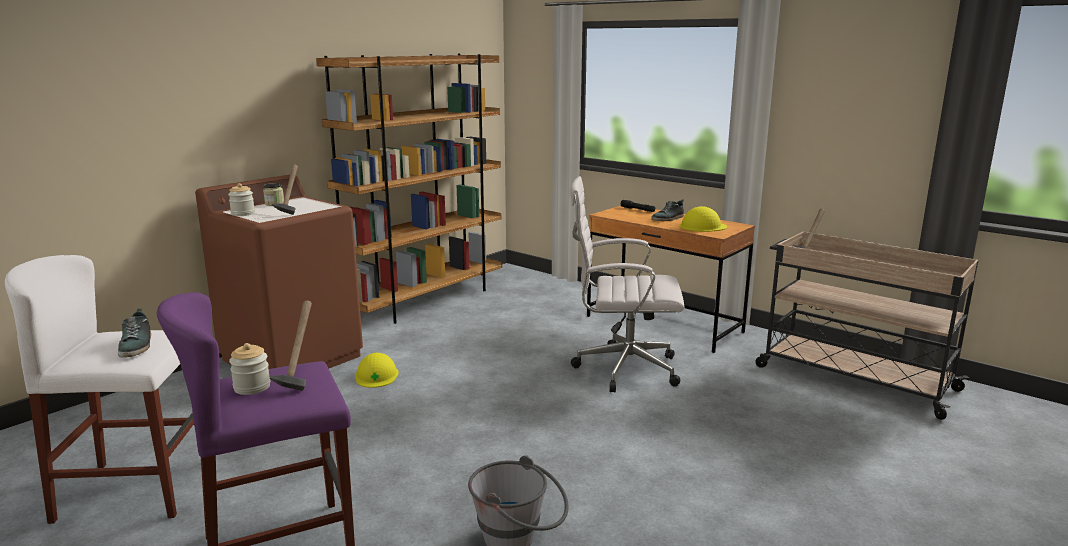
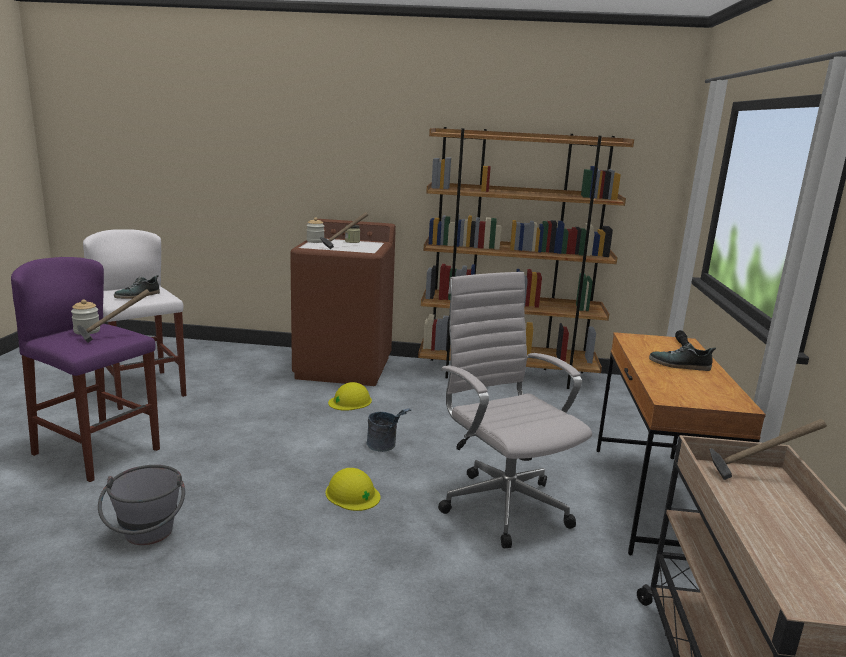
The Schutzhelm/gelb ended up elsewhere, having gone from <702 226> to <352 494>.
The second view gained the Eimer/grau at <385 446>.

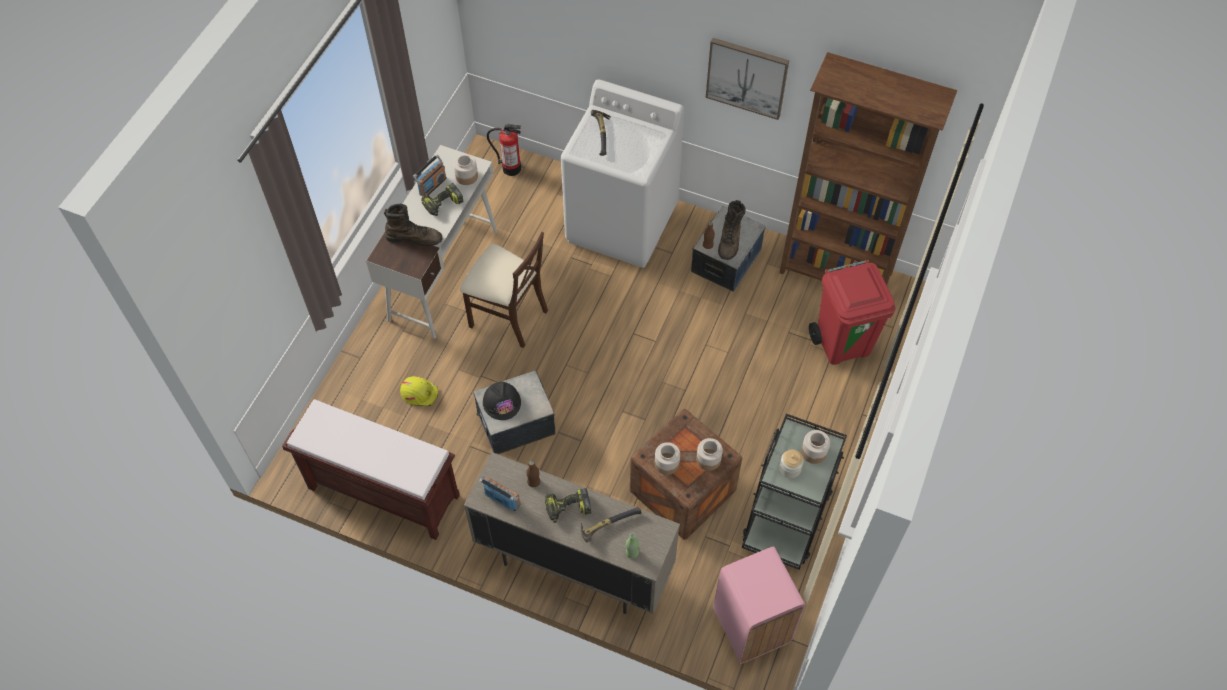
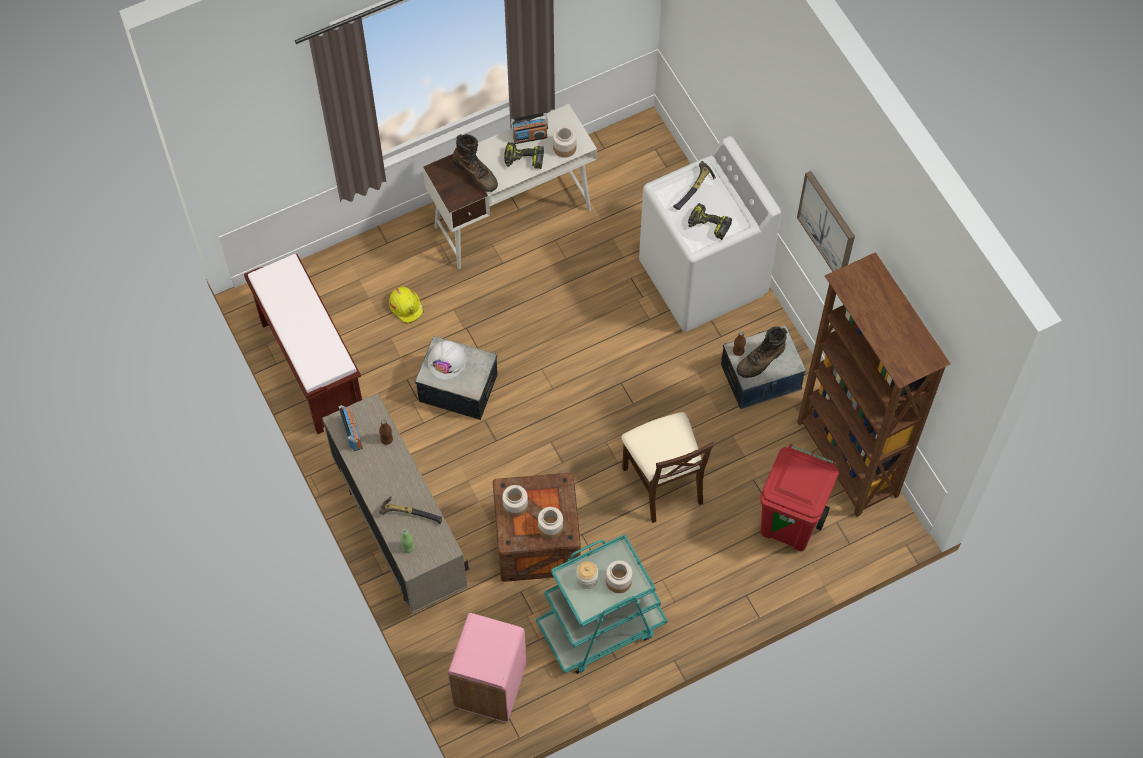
The Stuhl/beige ended up elsewhere, having gone from <508 317> to <663 483>.
What was the Schutzhelm/schwarz at <502 402> turned into the Schutzhelm/weiß at <447 361>.
The second view lost the Feuerlöscher at <511 168>.
The Bohrmaschine ended up elsewhere, having gone from <568 509> to <708 225>.
What was the Rollwagen/schwarz at <786 516> turned into the Rollwagen/türkis at <600 626>.

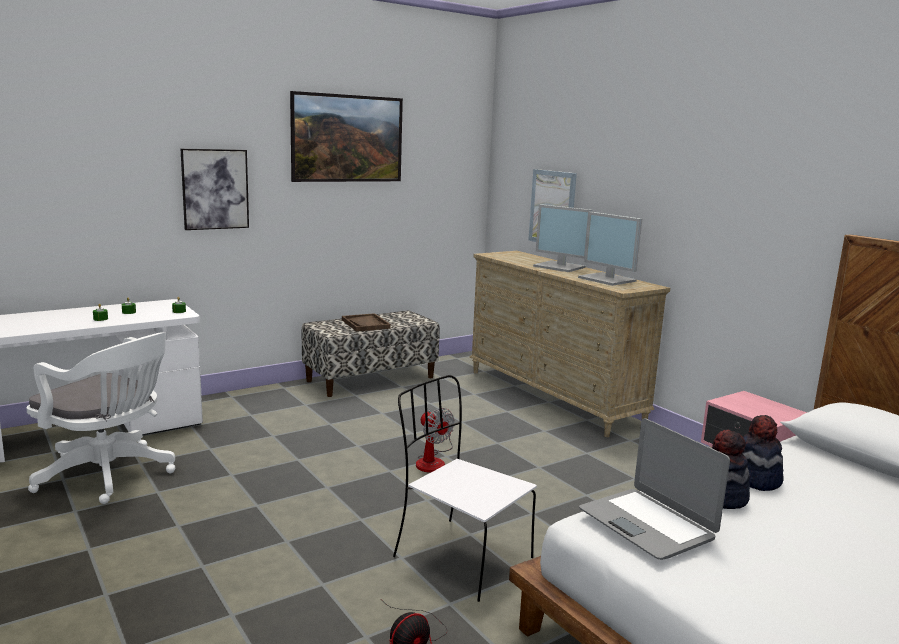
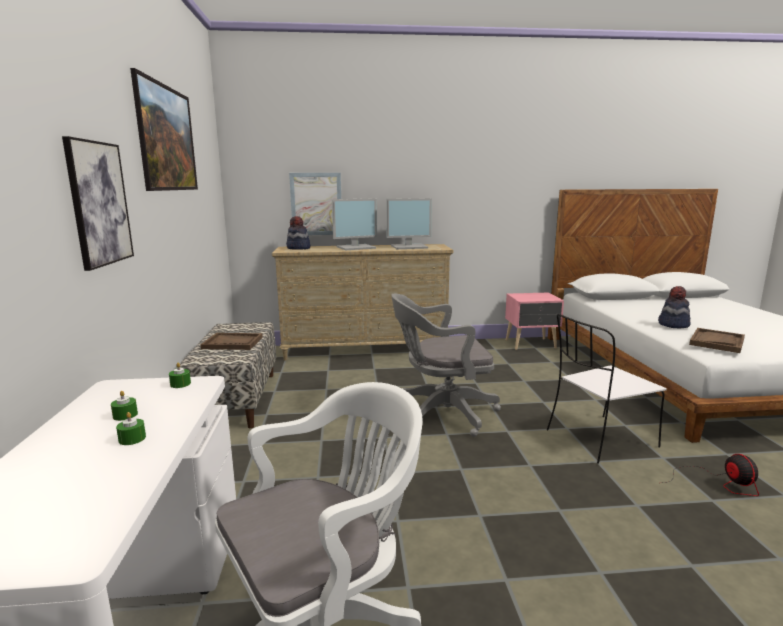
Where the Ventilator stood at <433 461>, the Bürostuhl/grau came to stand at <441 413>.
Where the Laptop stood at <647 524>, the Tablett/braun came to stand at <716 342>.
The Hut ended up elsewhere, having gone from <755 479> to <298 248>.

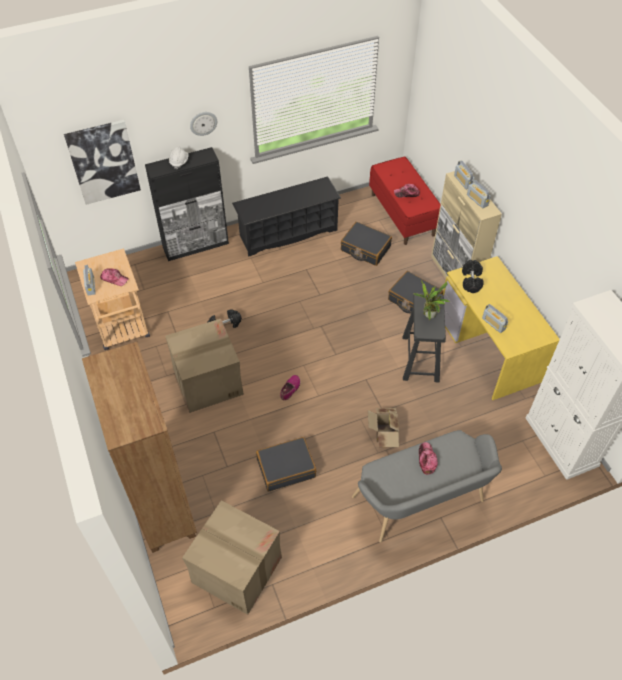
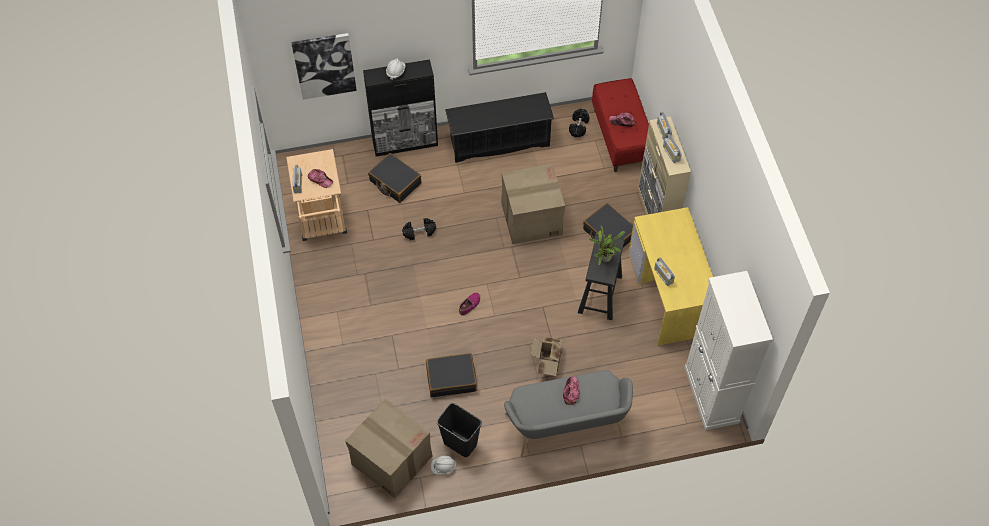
The second view lost the Bücherregal/braun at <162 504>.
The Karton ended up elsewhere, having gone from <207 381> to <531 218>.
The second view lost the Wanduhr at <203 123>.
The Koffer/schwarz ended up elsewhere, having gone from <365 249> to <395 182>.
The Hantel/schwarz ended up elsewhere, having gone from <471 281> to <578 127>.
The second view gained the Schutzhelm/weiß at <443 467>.
The second view gained the Mülleimer/schwarz at <459 443>.

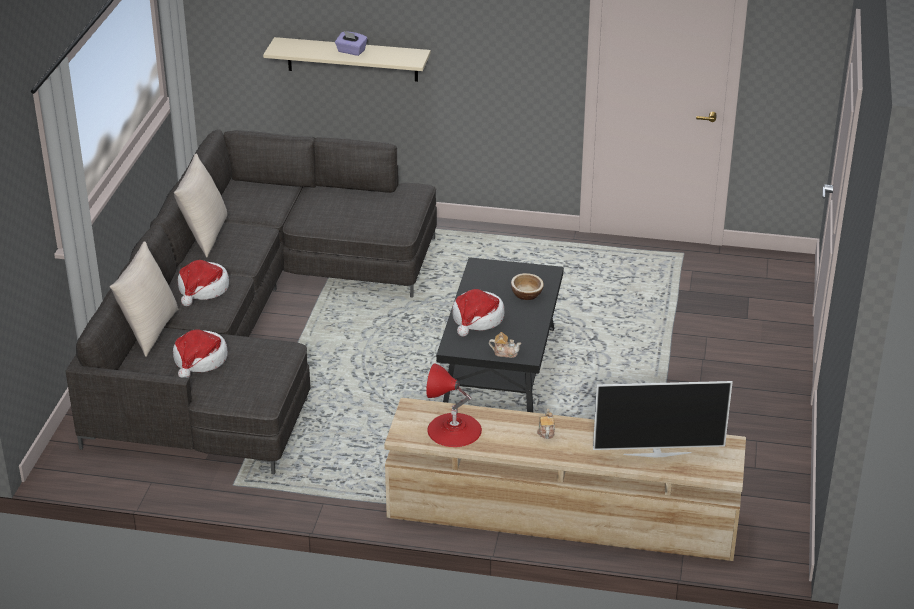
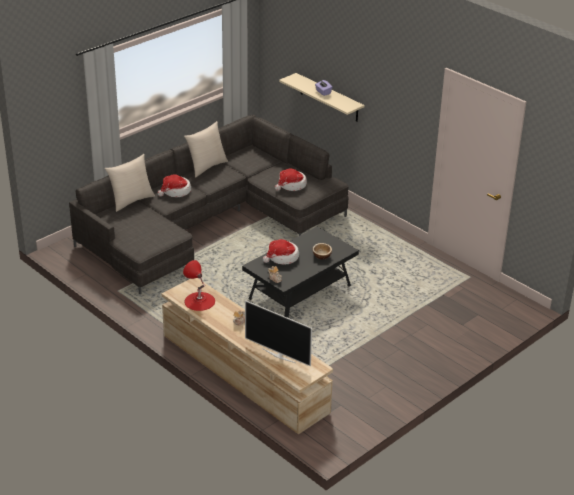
The Hut ended up elsewhere, having gone from <200 360> to <291 185>.

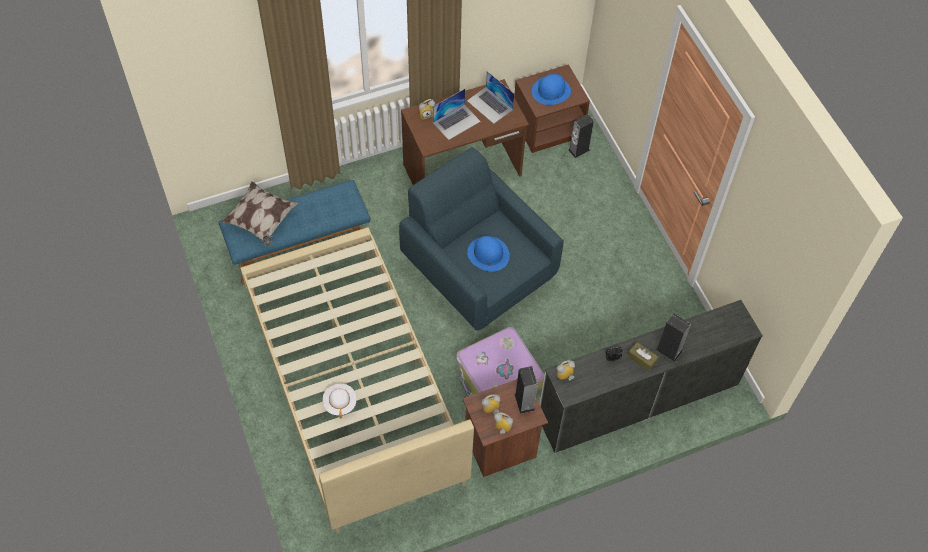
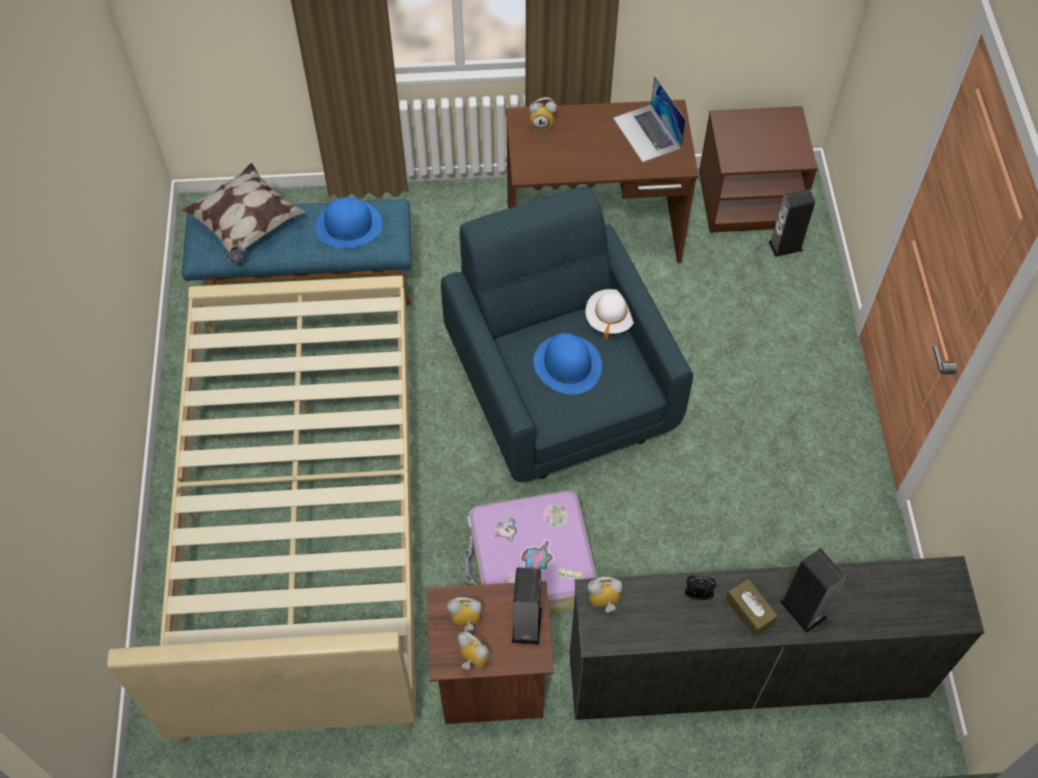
The Hut/weiß ended up elsewhere, having gone from <340 403> to <610 318>.
The second view lost the Laptop at <456 122>.
The Hut/blau ended up elsewhere, having gone from <551 91> to <349 225>.

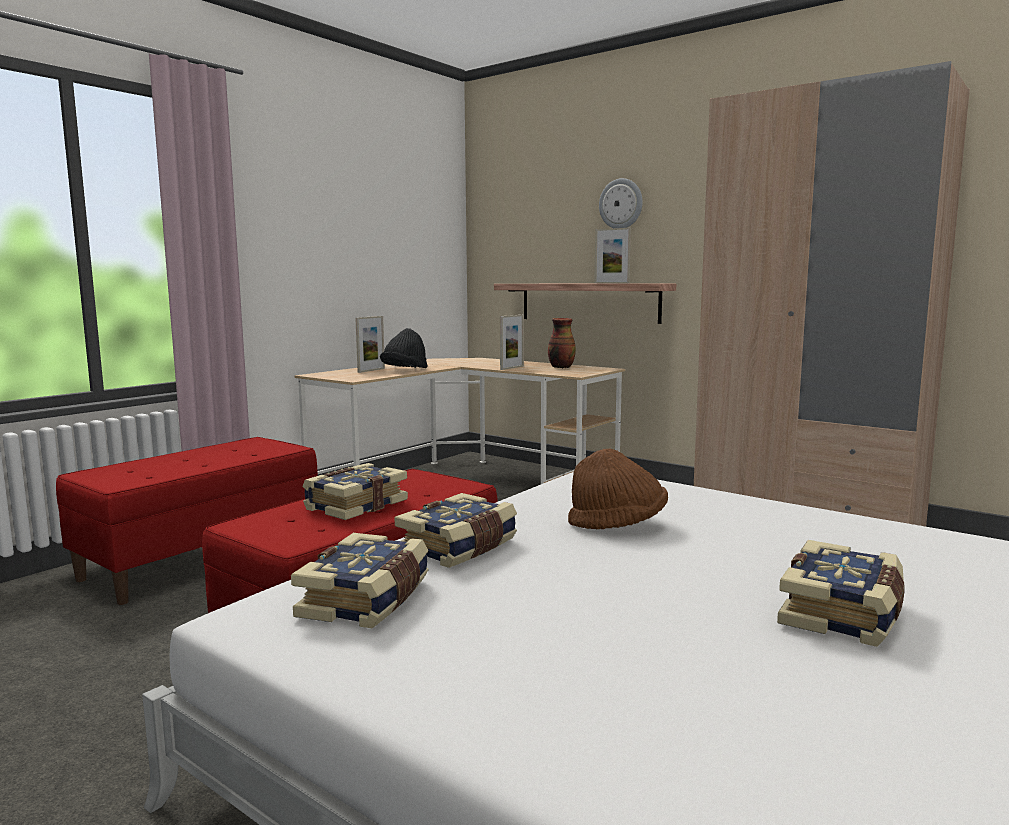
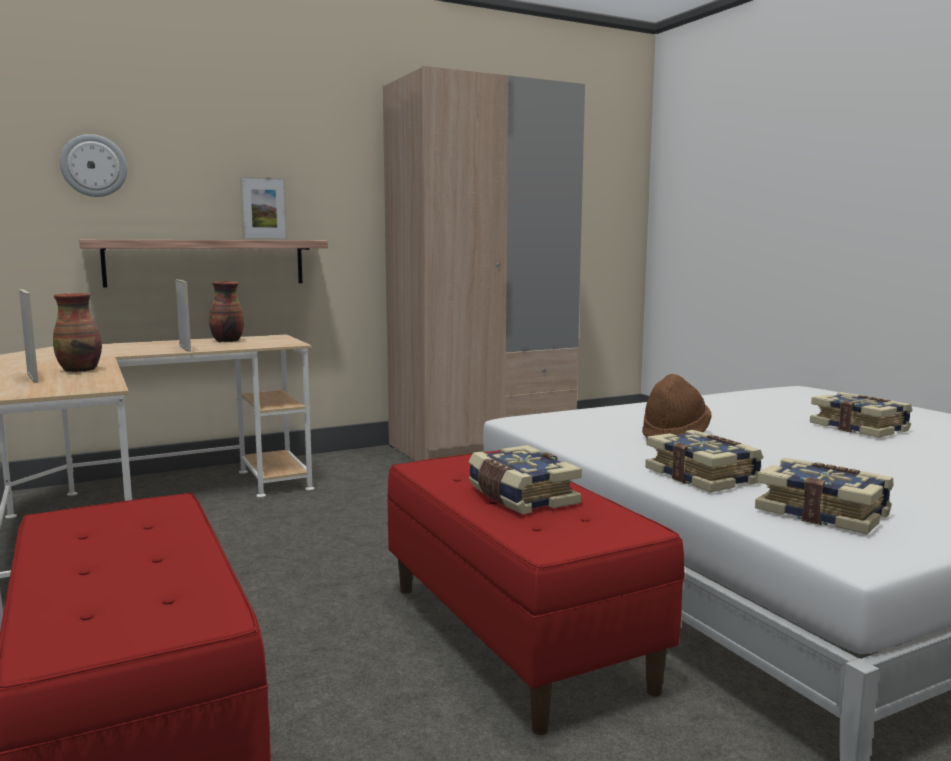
Where the Hut/schwarz stood at <404 370>, the Vase came to stand at <80 370>.
The Wanduhr ended up elsewhere, having gone from <621 204> to <94 166>.

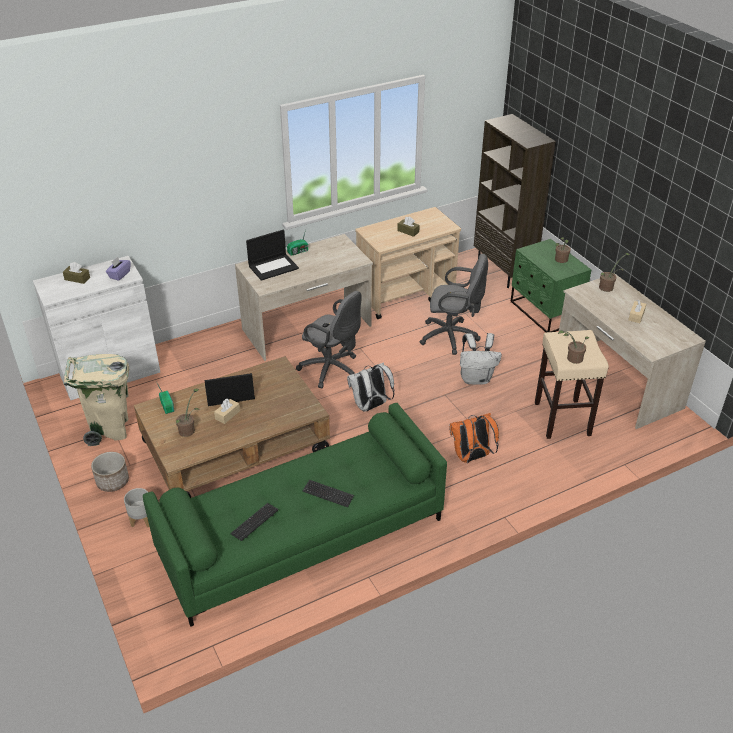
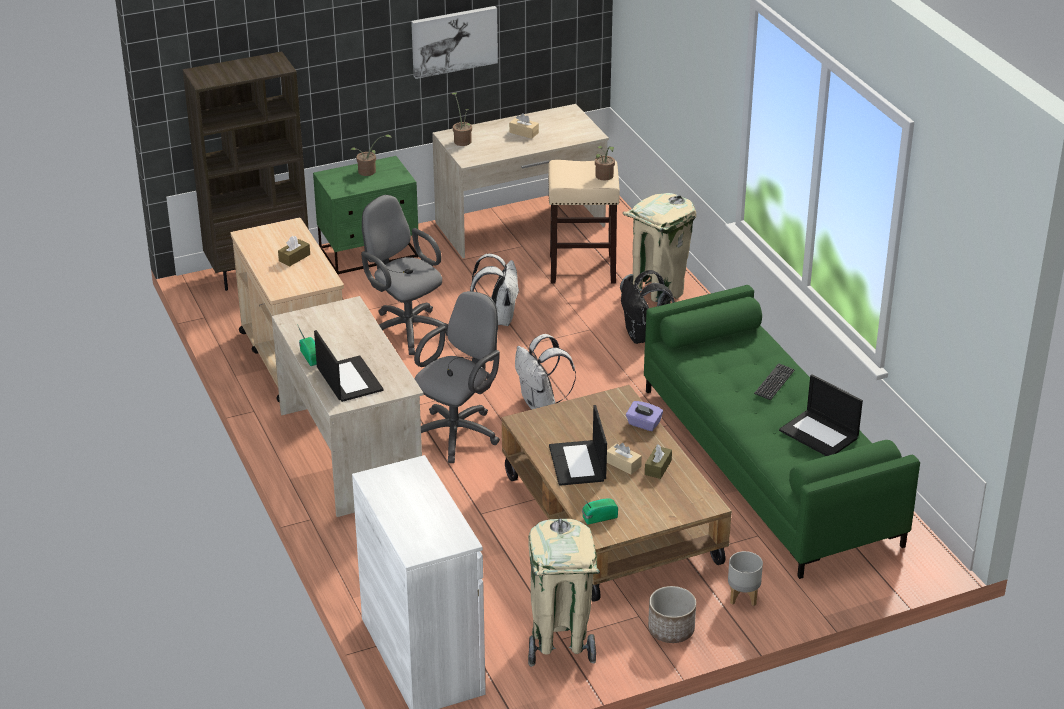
The Taschentuchbox/braun ended up elsewhere, having gone from <77 278> to <658 467>.
The Taschentuchbox/lila ended up elsewhere, having gone from <119 275> to <643 424>.
The second view lost the Topfpflanze at <189 429>.
Where the Tastatur stood at <254 522>, the Laptop came to stand at <820 434>.
The Bürostuhl/grau at <452 337> ended up facing another way, 60 degrees counterclockwise from before.
What was the Rucksack/orange at <471 457> turned into the Rucksack/schwarz at <643 336>.
The second view gained the Bild at <454 41>.
The second view gained the Mülleimer/beige at <656 294>.

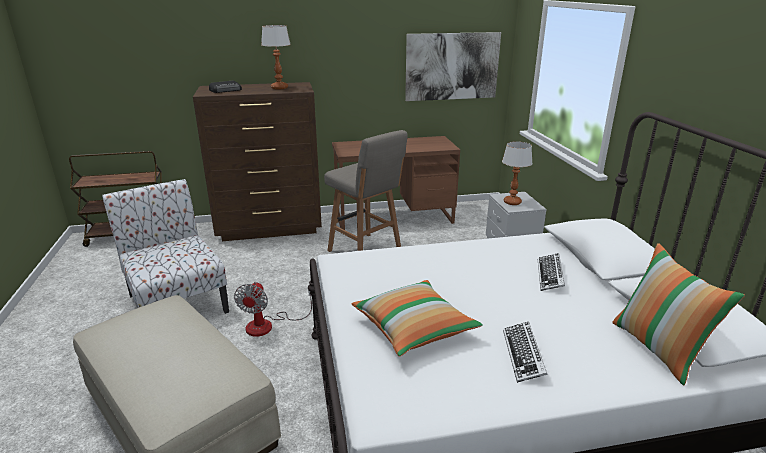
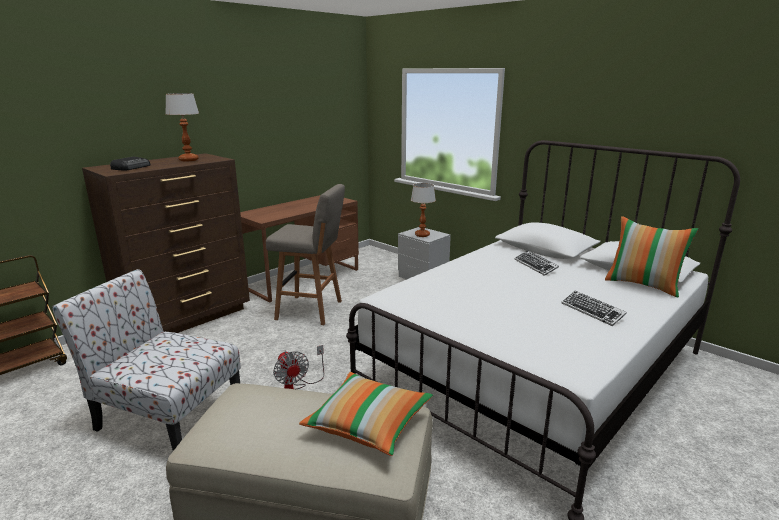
The Kissen ended up elsewhere, having gone from <414 328> to <369 424>.
The second view lost the Bild at <452 66>.

